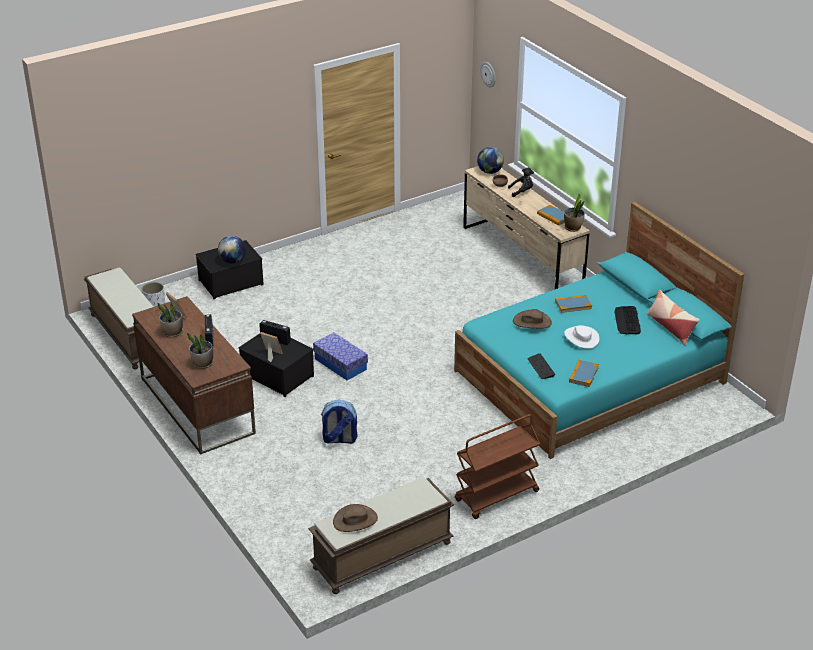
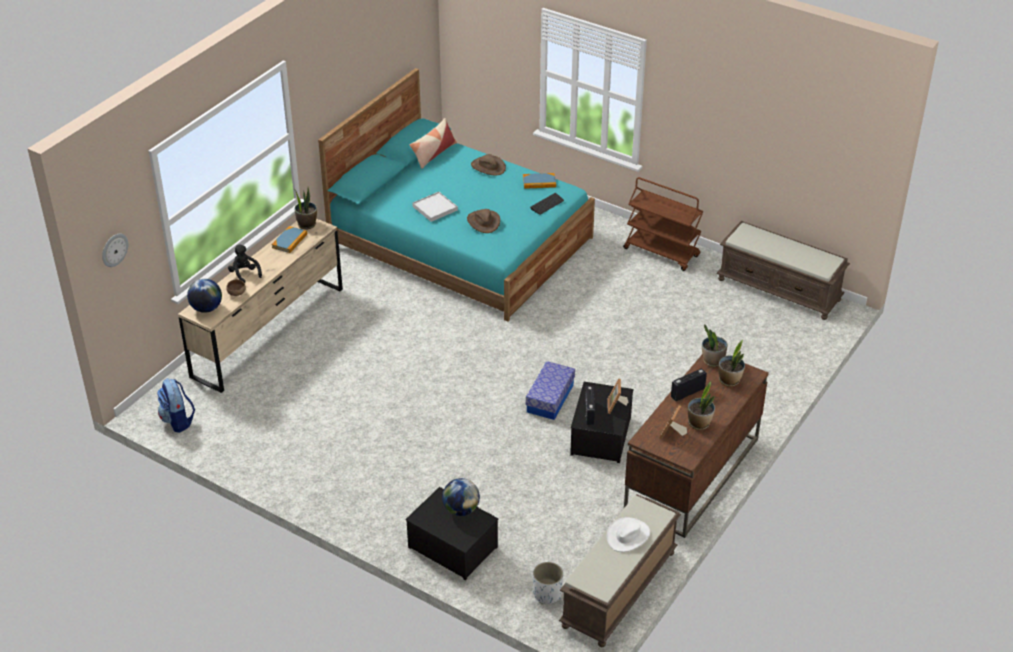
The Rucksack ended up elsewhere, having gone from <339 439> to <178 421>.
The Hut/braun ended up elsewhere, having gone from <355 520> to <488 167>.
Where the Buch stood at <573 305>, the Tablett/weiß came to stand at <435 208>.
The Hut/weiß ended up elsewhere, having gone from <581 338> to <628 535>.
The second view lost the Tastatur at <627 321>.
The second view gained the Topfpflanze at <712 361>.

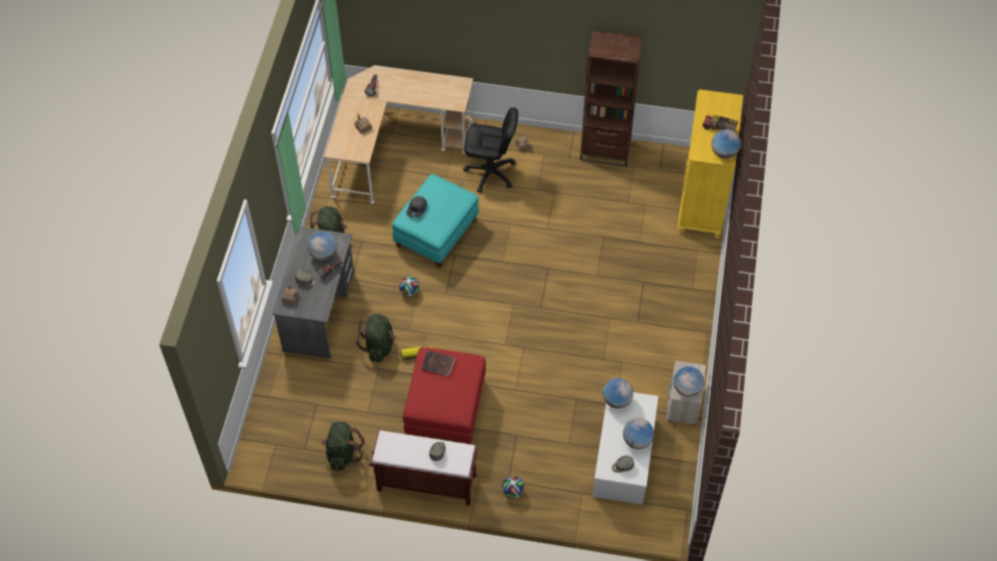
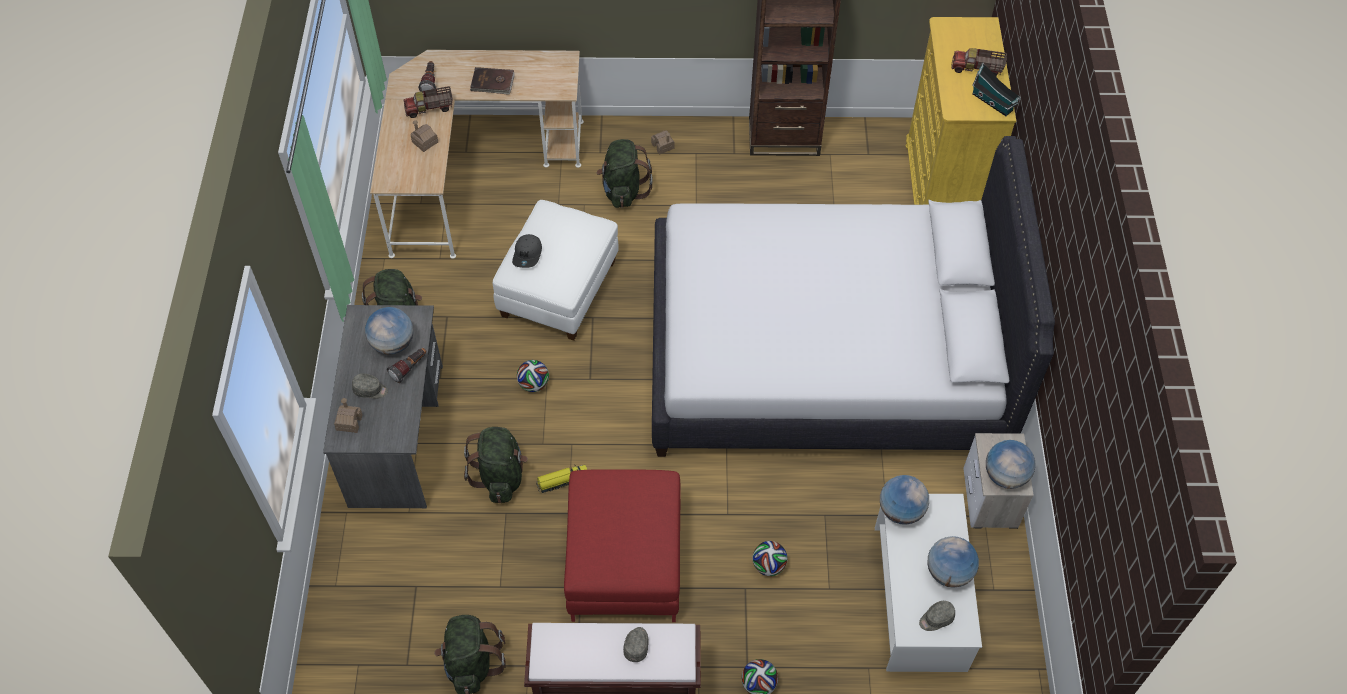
What was the Polsterhocker/türkis at <436 233> turned into the Polsterhocker/weiß at <558 289>.
The Buch/braun ended up elsewhere, having gone from <438 364> to <492 83>.
Where the Bürostuhl/schwarz stood at <490 173>, the Rucksack/grün came to stand at <623 190>.
Where the Globus stood at <724 153>, the Spielzeughaus came to stand at <993 103>.
The second view gained the Spielzeuglaster at <430 109>.
The second view gained the Bett/weiß at <824 355>.
The second view gained the Fußball at <768 565>.

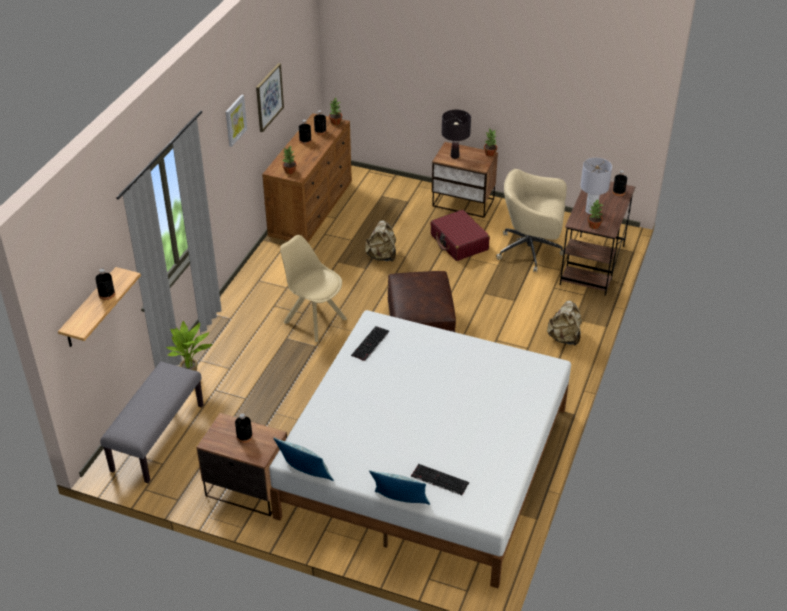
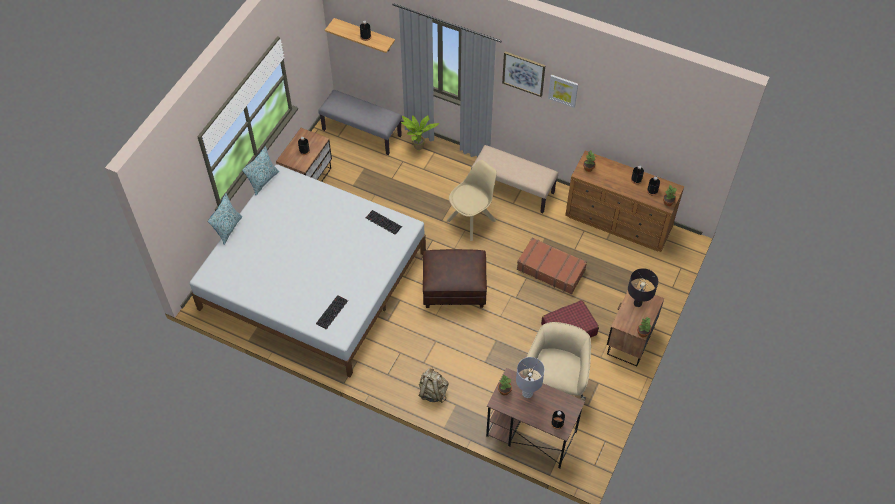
The Bild ended up elsewhere, having gone from <269 97> to <523 73>.
Where the Rucksack/beige stood at <381 256>, the Koffer/braun came to stand at <551 269>.
The Tastatur ended up elsewhere, having gone from <439 480> to <331 311>.
The second view gained the Bank/beige at <513 189>.

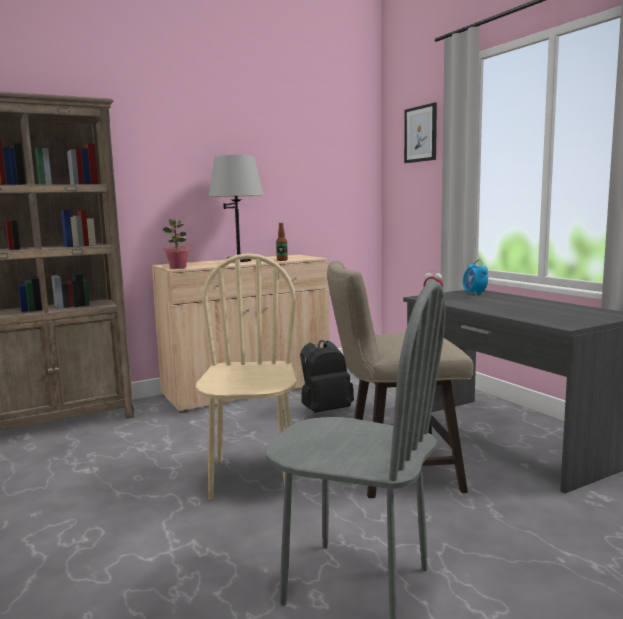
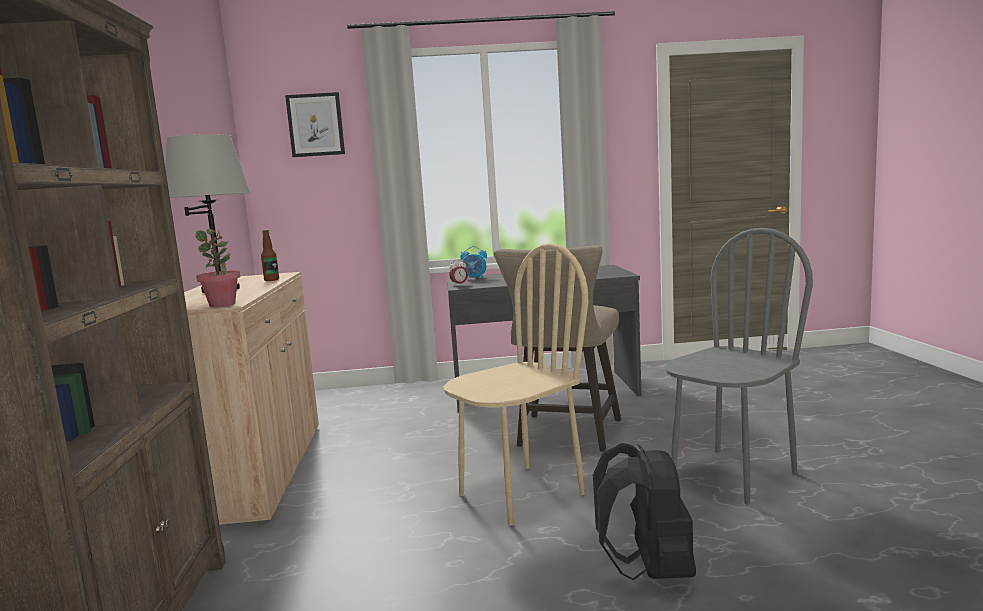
The Stuhl/beige at <252 477> ended up facing another way, 120 degrees clockwise from before.
The Rucksack/schwarz ended up elsewhere, having gone from <325 410> to <649 570>.

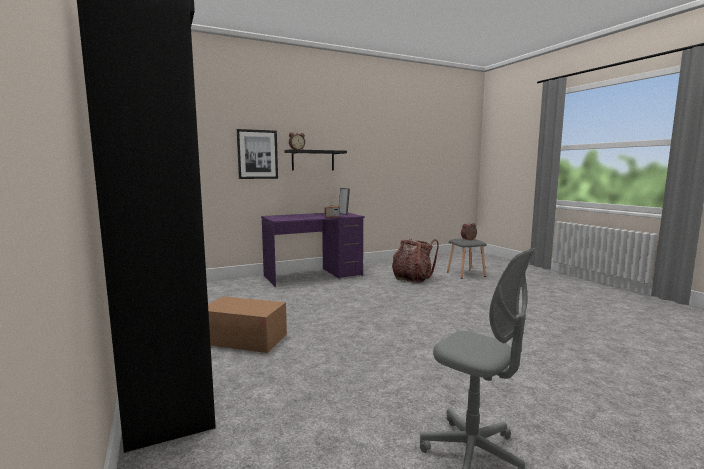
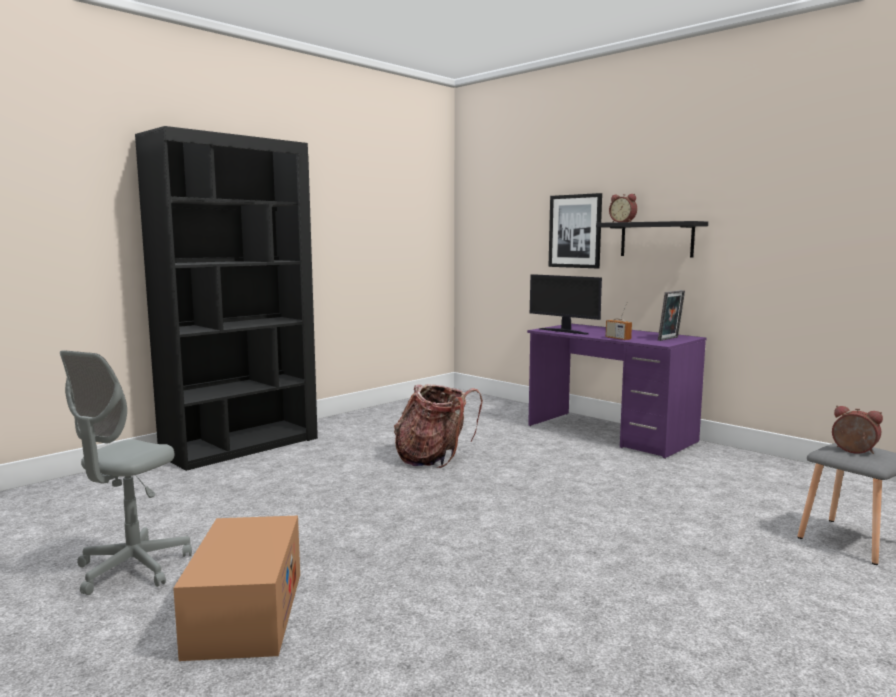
The Karton ended up elsewhere, having gone from <244 339> to <246 613>.
The Rucksack ended up elsewhere, having gone from <412 278> to <434 459>.
The second view gained the Monitor at <564 331>.

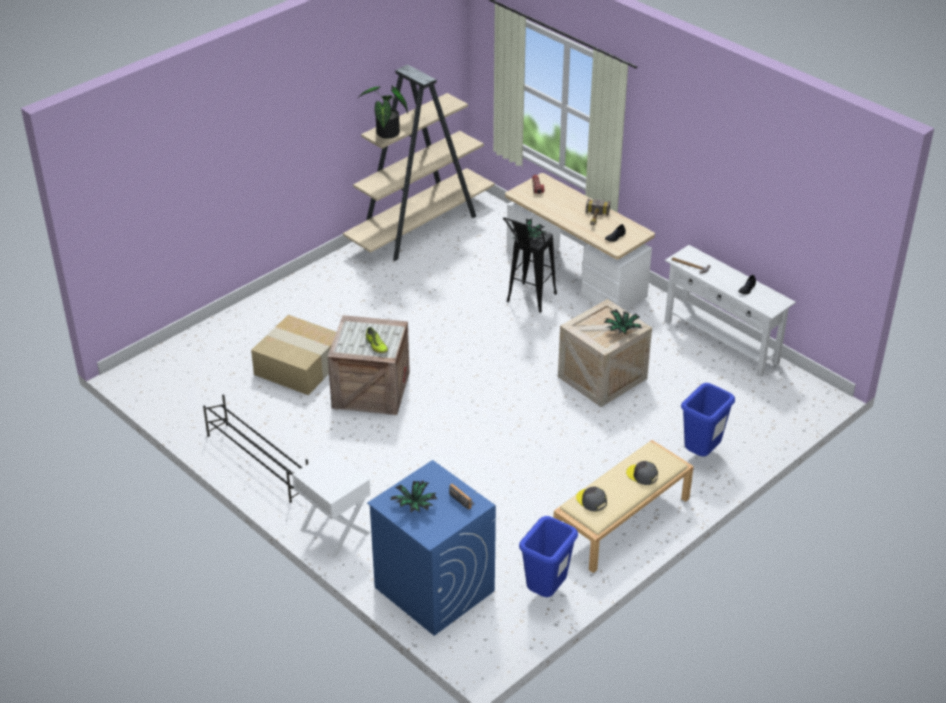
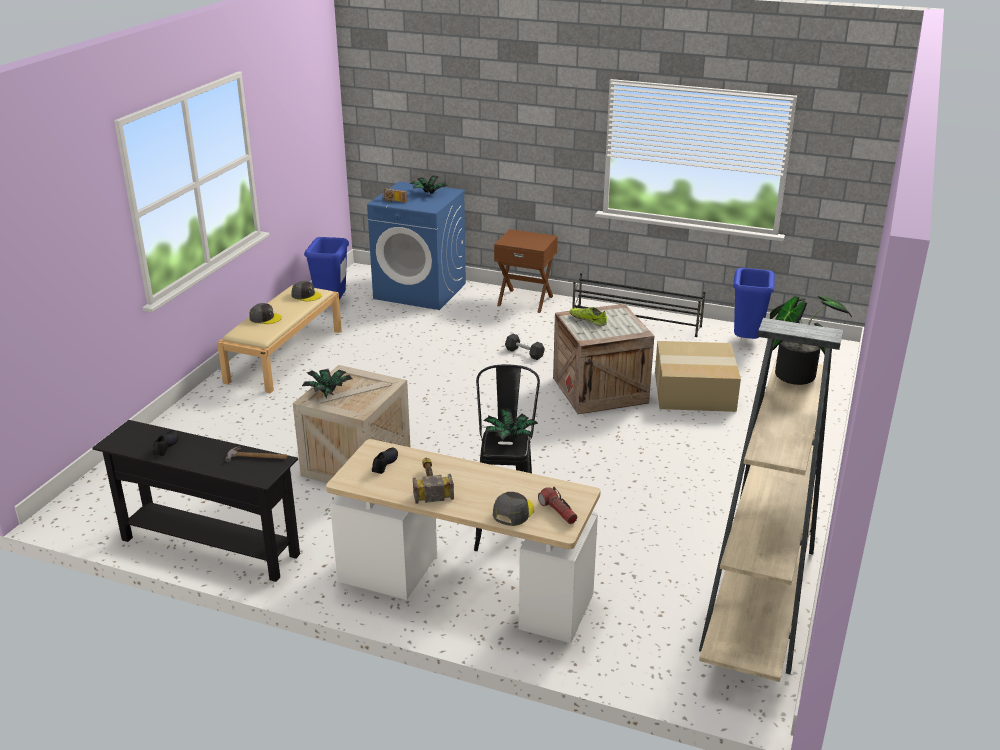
What was the Nachttisch/weiß at <334 532> turned into the Nachttisch/braun at <525 300>.
What was the Konsolentisch/weiß at <721 342> turned into the Konsolentisch/schwarz at <209 547>.
The Mülleimer/blau ended up elsewhere, having gone from <701 454> to <746 342>.
The second view gained the Kappe/grau at <513 512>.
The second view gained the Hantel/schwarz at <524 353>.

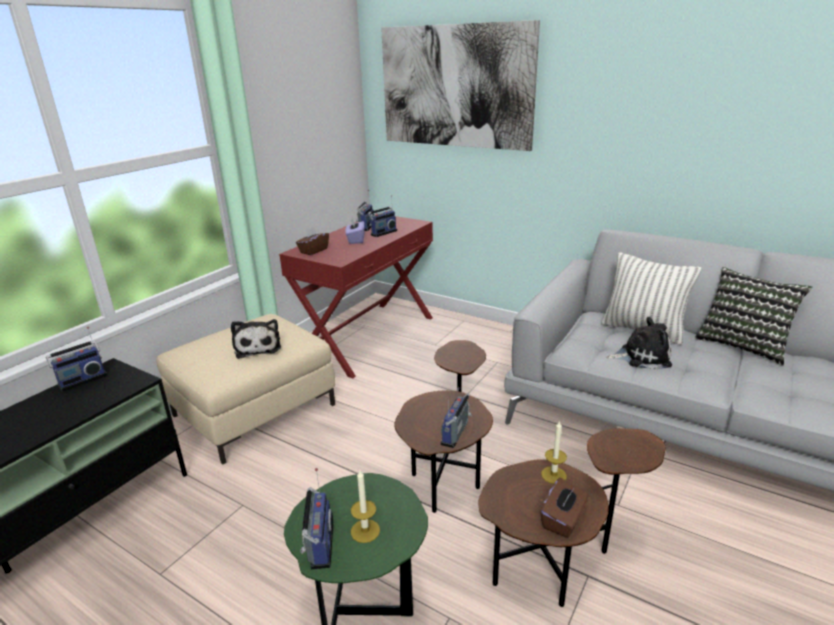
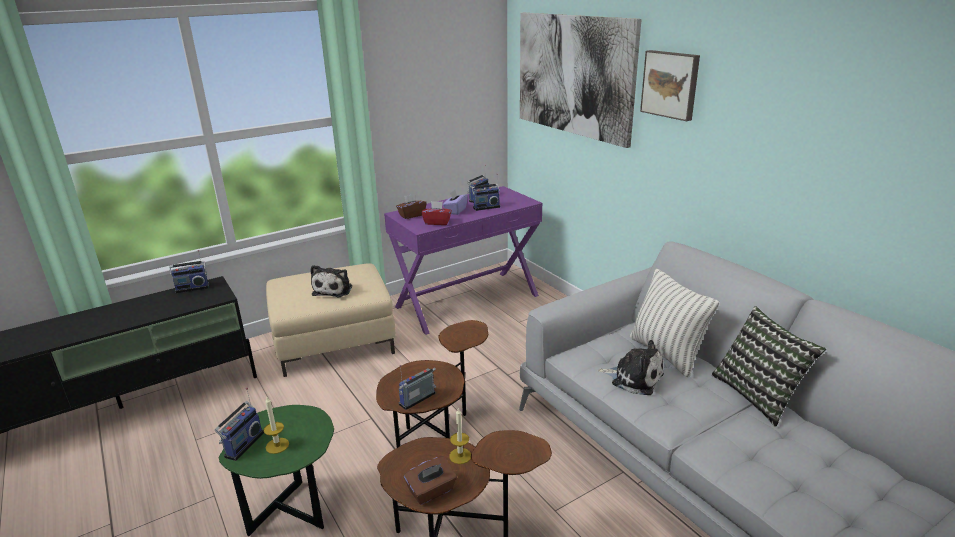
What was the Konsolentisch/rot at <368 337> turned into the Konsolentisch/lila at <467 301>.
The second view gained the Taschentuchbox/rot at <437 222>.
The second view gained the Bild at <671 84>.

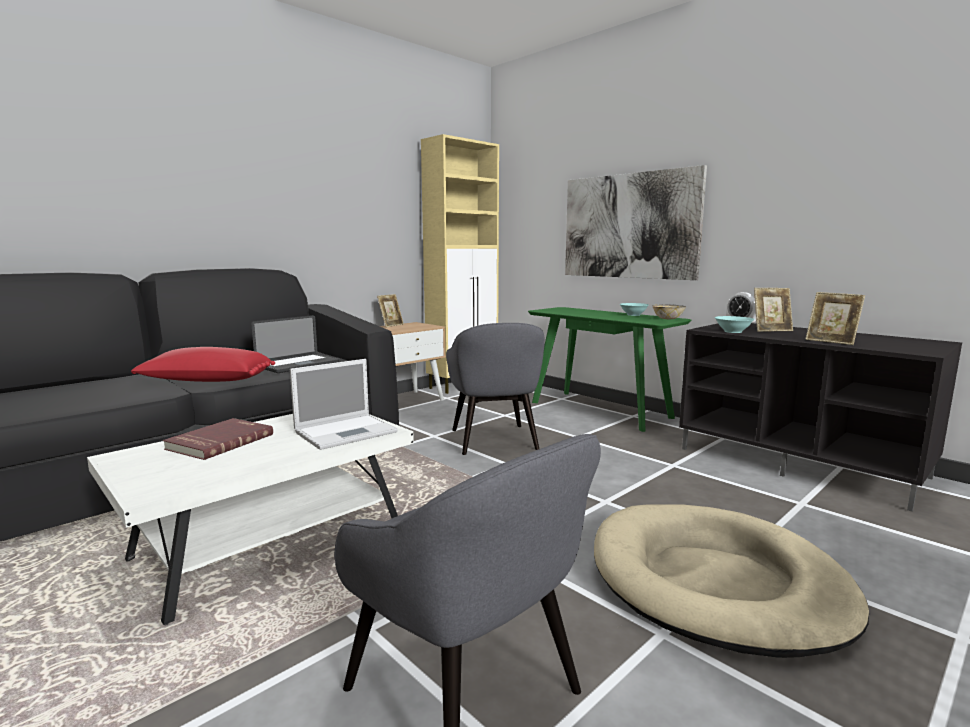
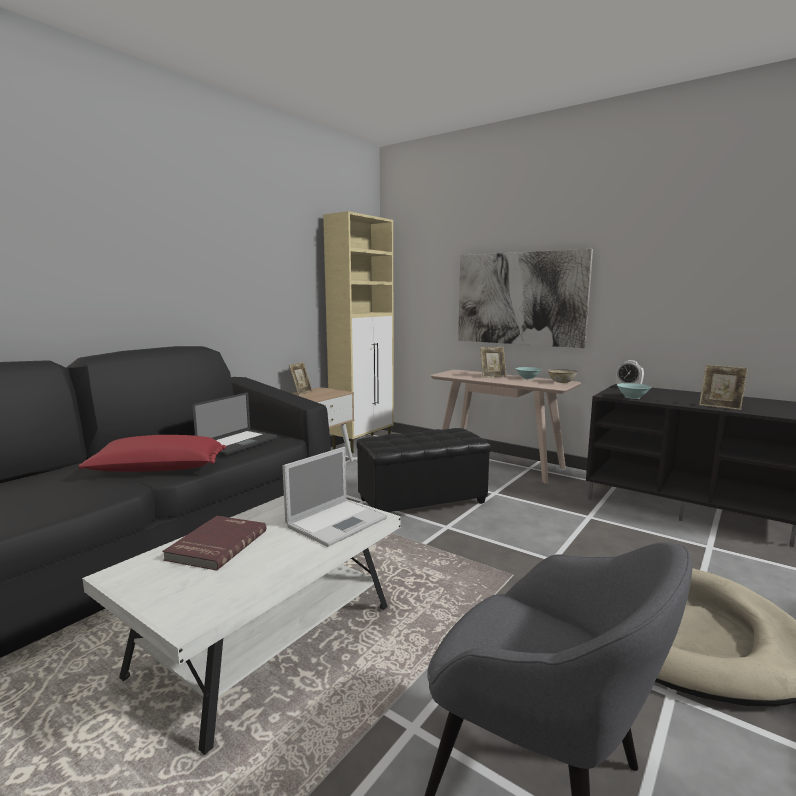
Where the Sessel/grau stood at <494 440>, the Polsterhocker/schwarz came to stand at <422 502>.
What was the Konsolentisch/grün at <600 410> turned into the Konsolentisch/beige at <499 463>.
The Bilderrahmen ended up elsewhere, having gone from <771 330> to <492 376>.

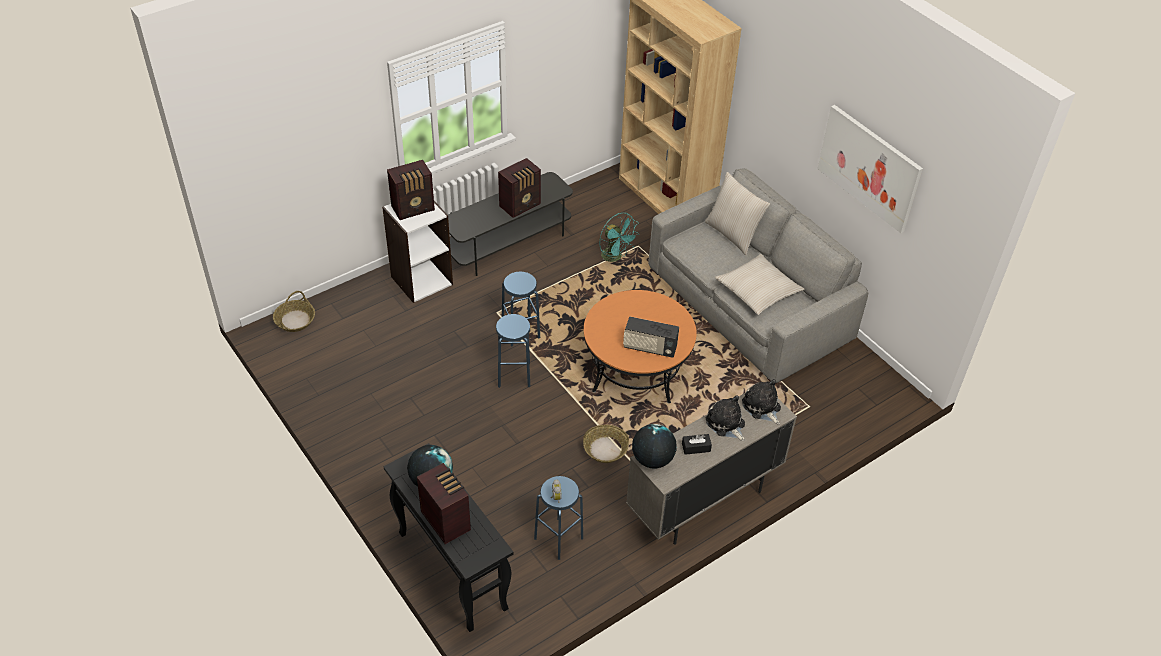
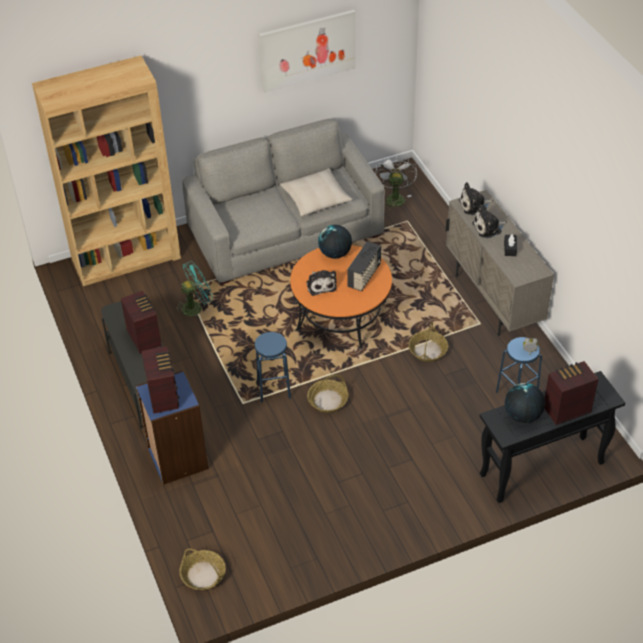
What was the Bücherregal/weiß at <421 280> turned into the Bücherregal/blau at <177 459>.
Where the Hocker/blau stood at <514 375>, the Korb came to stand at <327 400>.
The Globus ended up elsewhere, having gone from <652 459> to <335 254>.
The second view lost the Kissen/beige at <733 234>.
The second view gained the Plüschtier at <320 285>.
The second view gained the Ventilator/weiß at <394 197>.

